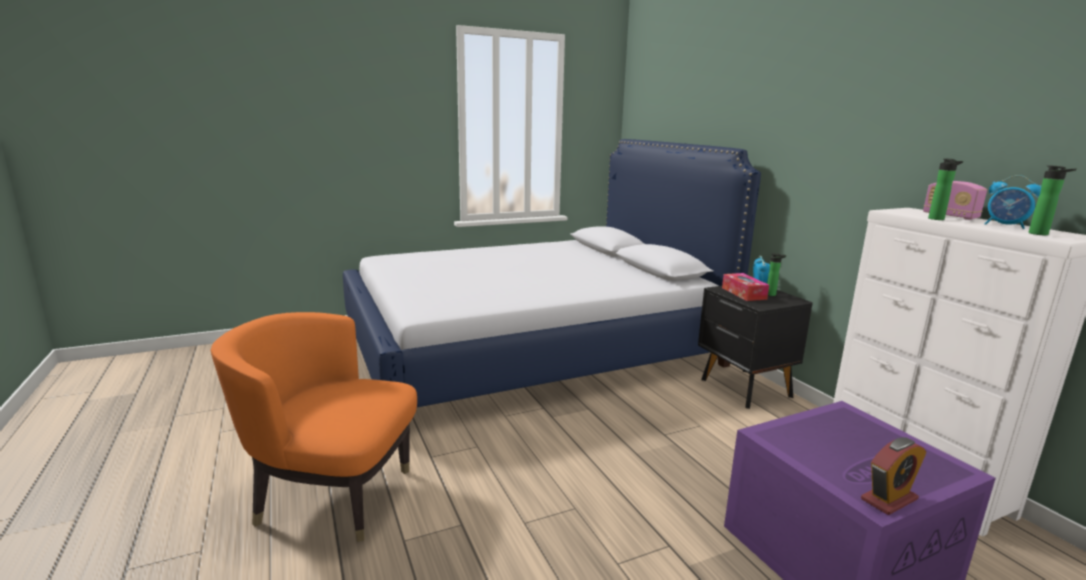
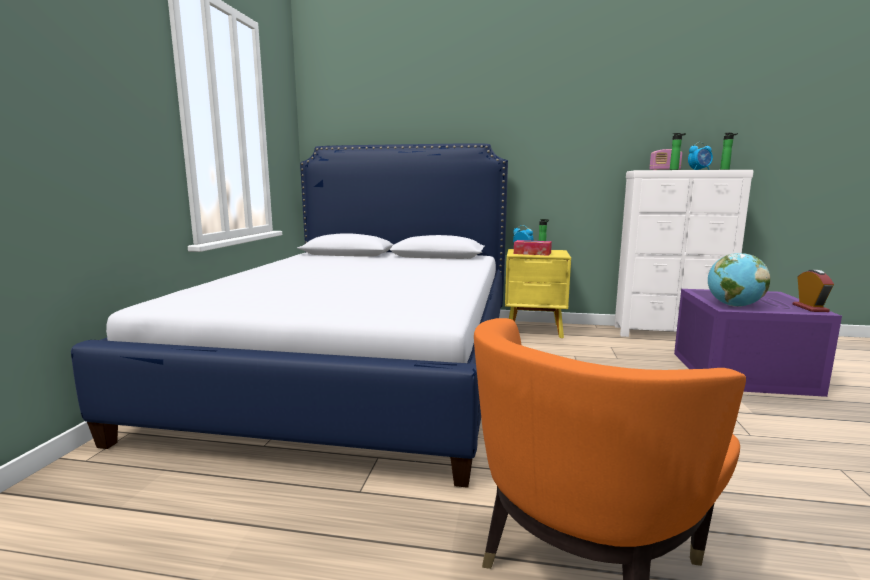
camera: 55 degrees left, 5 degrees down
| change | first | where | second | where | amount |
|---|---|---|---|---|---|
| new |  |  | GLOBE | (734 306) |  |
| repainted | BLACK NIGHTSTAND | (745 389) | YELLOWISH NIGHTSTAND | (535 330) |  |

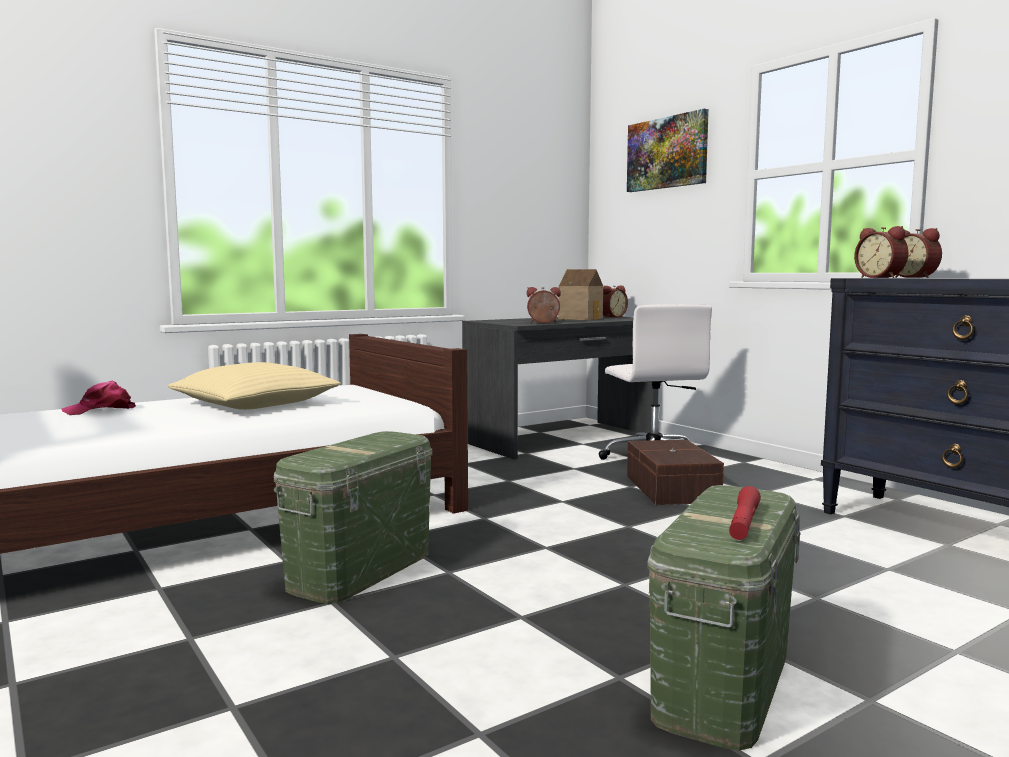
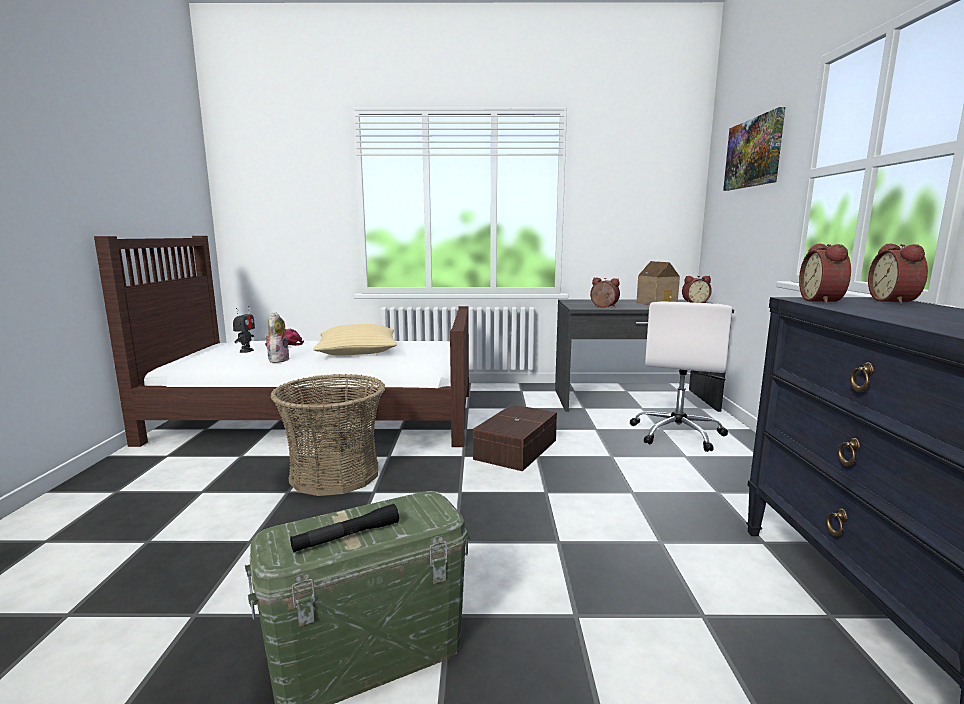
camera: 35 degrees right, 5 degrees up
| change | first | where | second | where | amount |
|---|---|---|---|---|---|
| new |  |  | MODEL ROBOT | (246 351) |  |
| new |  |  | SOFT TOY | (278 360) |  |
| shifted | BROWN-COLOURED STORAGE CONTAINER | (670 489) |  | (514 449) |  |
| swapped | GREENISH STORAGE CONTAINER | (361 570) | BASKET | (335 474) |  |
| repainted | RED FLASHLIGHT | (744 523) | BLACK FLASHLIGHT | (347 536) |  |

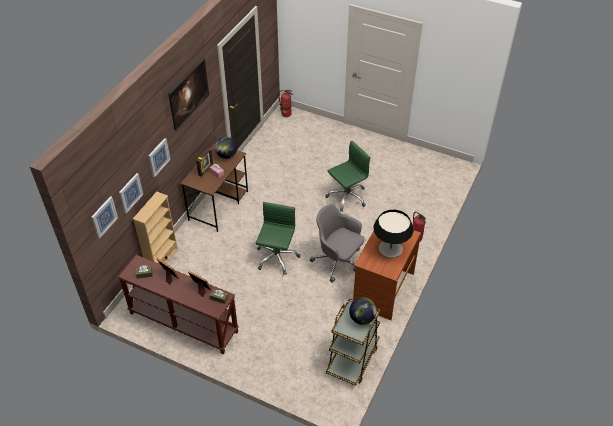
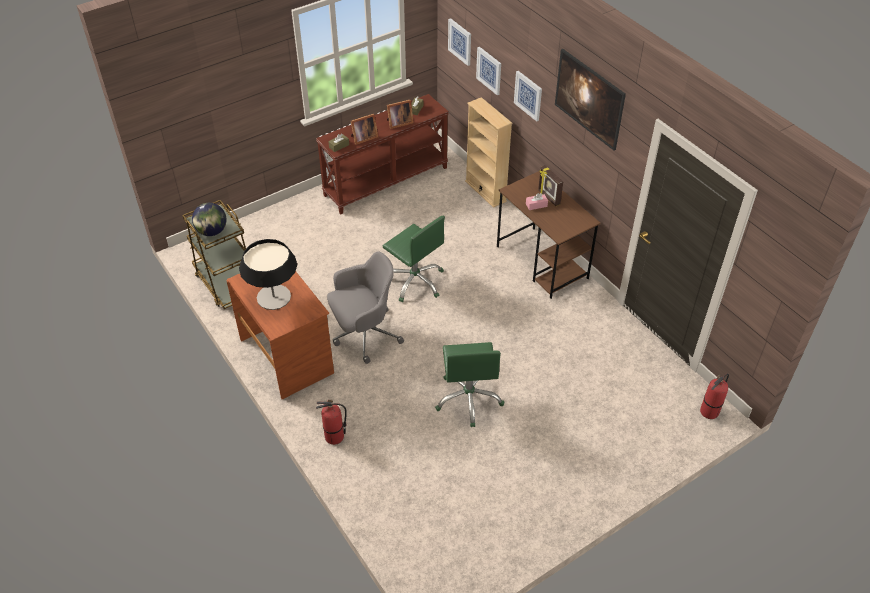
camera: 120 degrees right, 0 degrees up
| change | first | where | second | where | amount |
|---|---|---|---|---|---|
| gone | GLOBE | (226 155) |  |  |  |

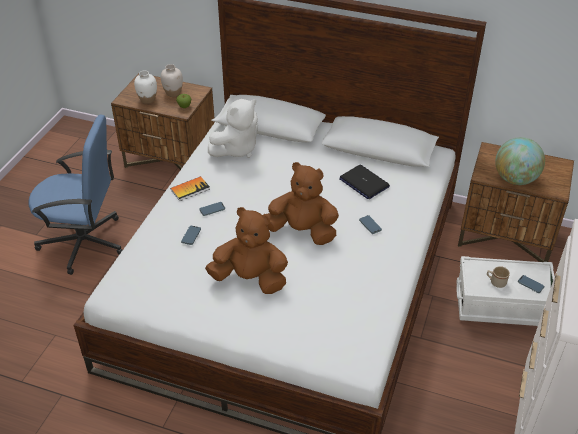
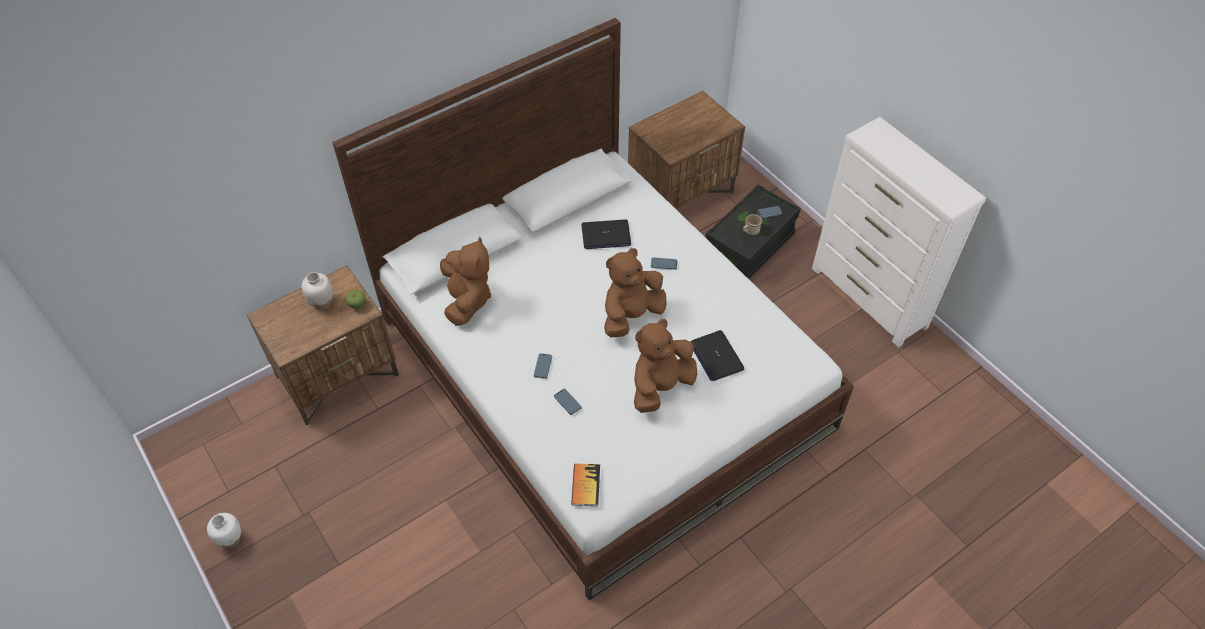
camera: 55 degrees left, 10 degrees up
| change | first | where | second | where | amount |
|---|---|---|---|---|---|
| gone | BLUE OFFICE CHAIR | (84 243) |  |  |  |
| gone | GLOBE | (515 179) |  |  |  |
| new |  |  | NOTEBOOK COMPUTER | (716 356) |  |
| shifted | WHITE VASE | (148 99) |  | (231 539) |  |
| shifted | VOLUME | (190 189) |  | (585 485) |  |
| repainted | WHITE SOFT TOY | (236 149) | BROWN-COLOURED SOFT TOY | (467 300) |  |
| repainted | WHITE STORAGE CONTAINER | (501 305) | BLACK STORAGE CONTAINER | (749 246) |  |

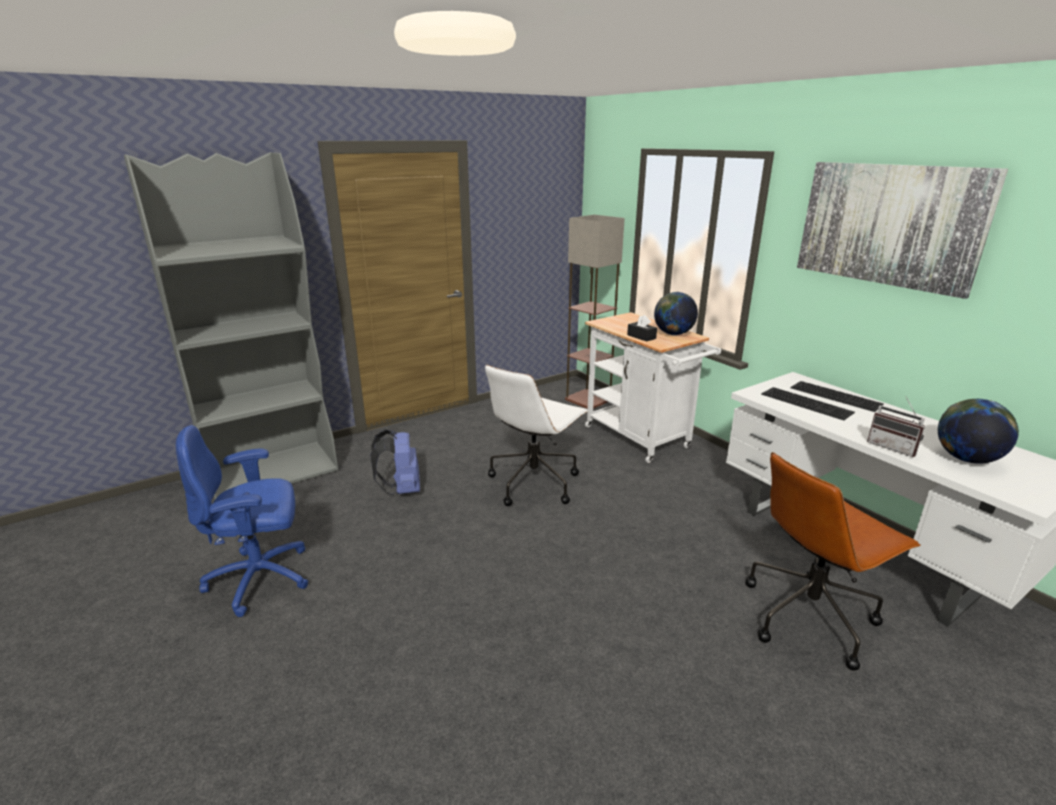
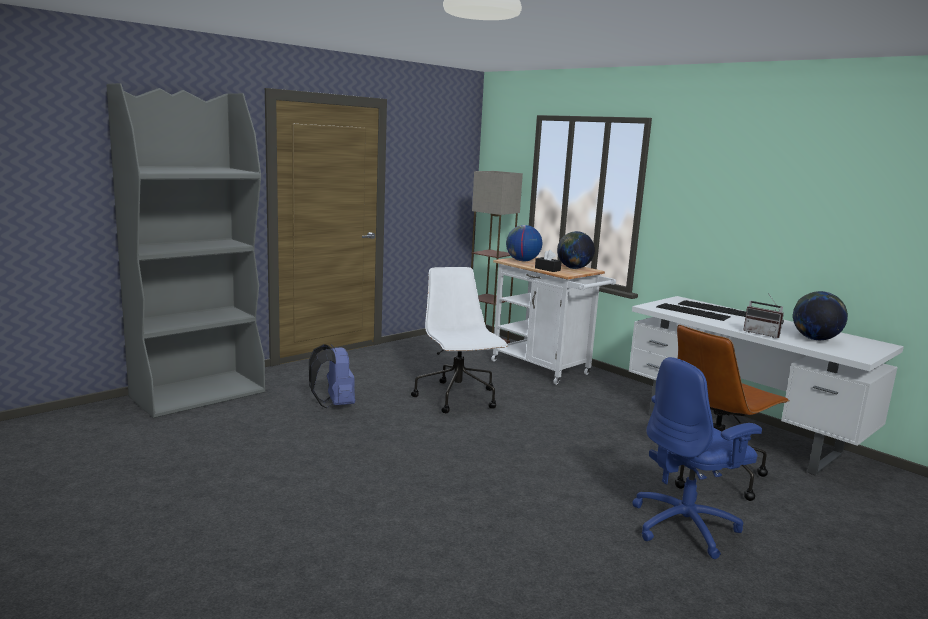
camera: 10 degrees left, 10 degrees down
| change | first | where | second | where | amount |
|---|---|---|---|---|---|
| gone | PICTURE | (889 225) |  |  |  |
| new |  |  | GLOBE | (522 261) |  |
| shifted | BLUE OFFICE CHAIR | (261 578) |  | (685 526) |  |
| rotated | WHITE OFFICE CHAIR | (534 482) |  | (457 398) | 135 degrees clockwise |

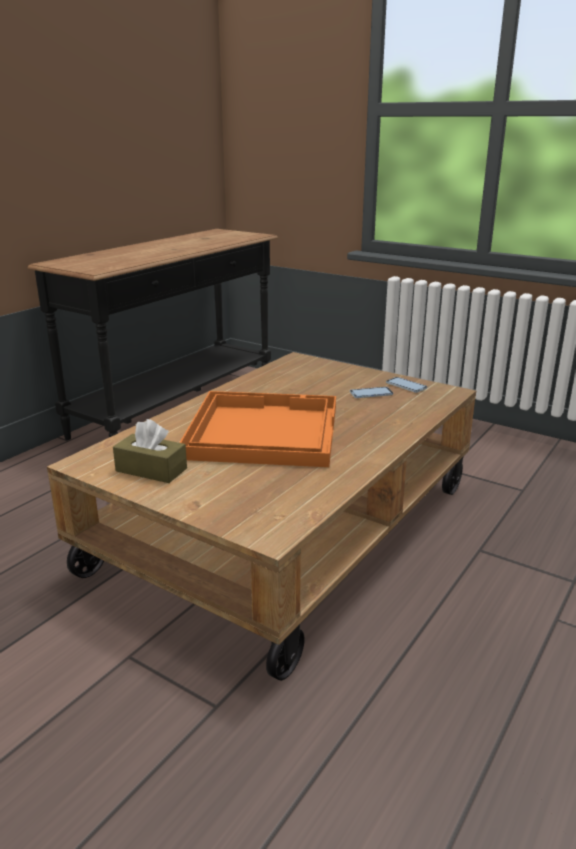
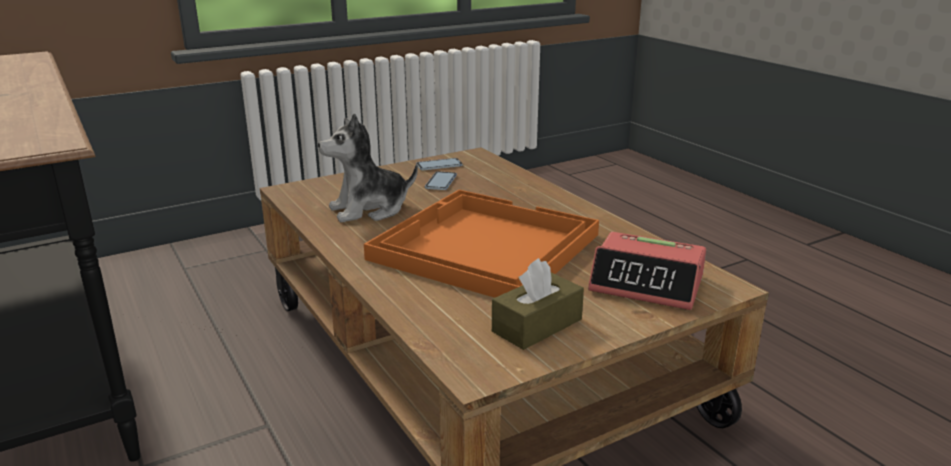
camera: 65 degrees left, 0 degrees up
| change | first | where | second | where | amount |
|---|---|---|---|---|---|
| new |  |  | SOFT TOY | (369 210) |  |
| new |  |  | BEDSIDE CLOCK | (647 284) |  |

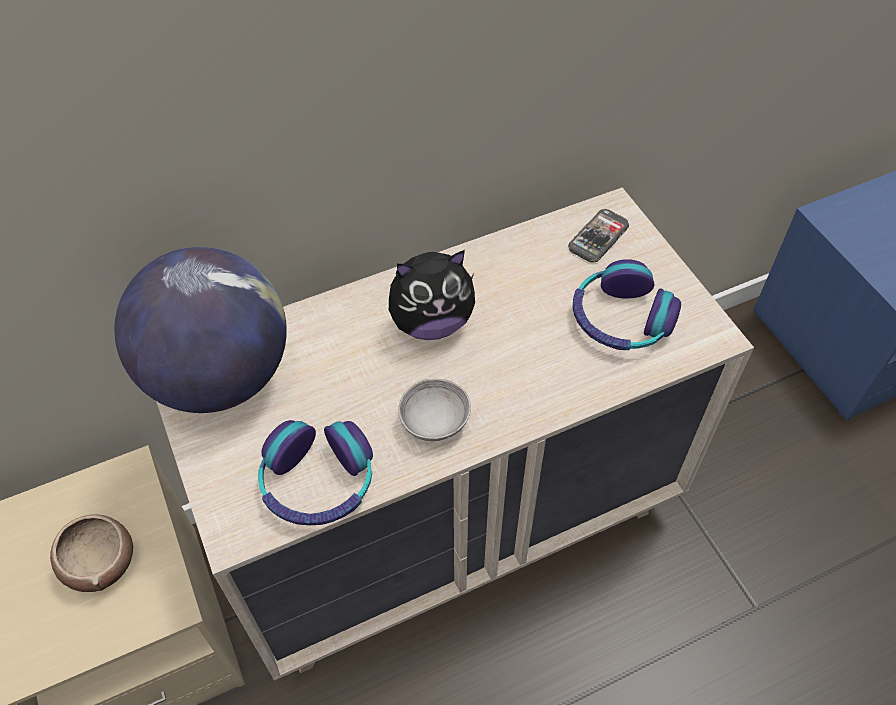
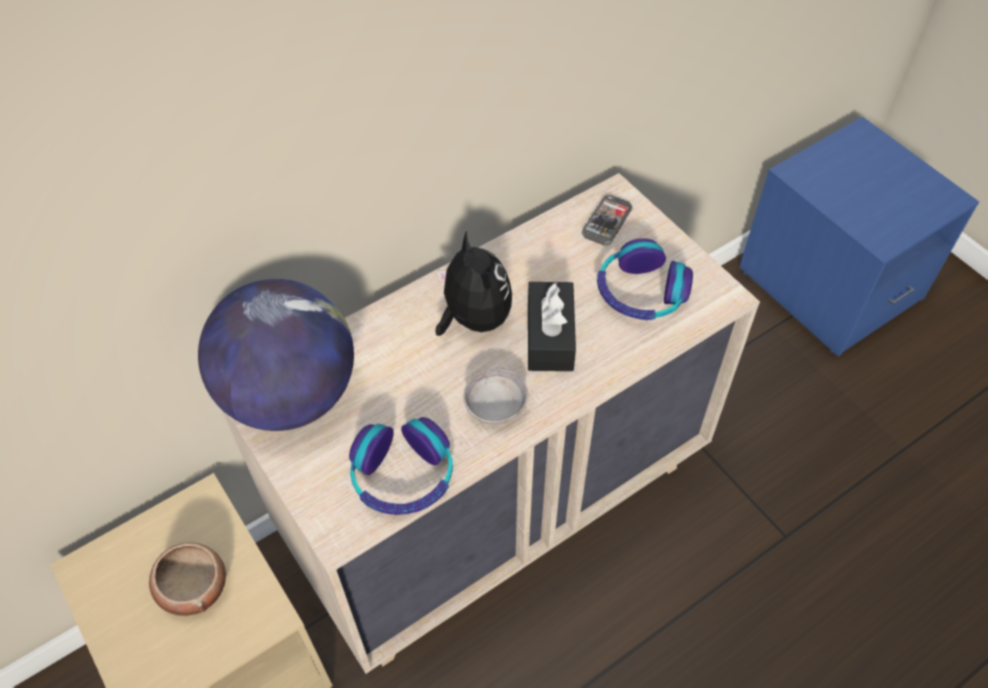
camera: 10 degrees left, 0 degrees up
| change | first | where | second | where | amount |
|---|---|---|---|---|---|
| new |  |  | BLACK BOX OF TISSUES | (550 337) |  |
| rotated | SOFT TOY | (431 322) |  | (473 319) | 90 degrees counterclockwise |

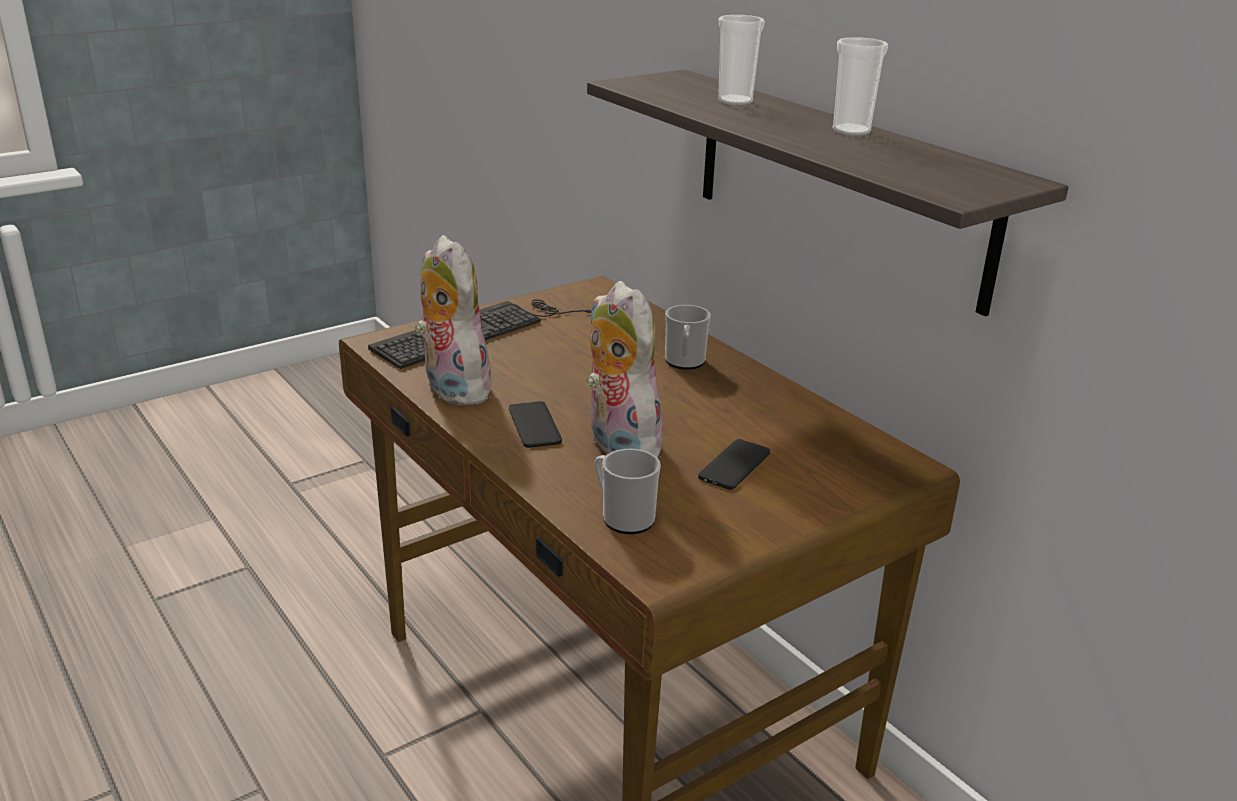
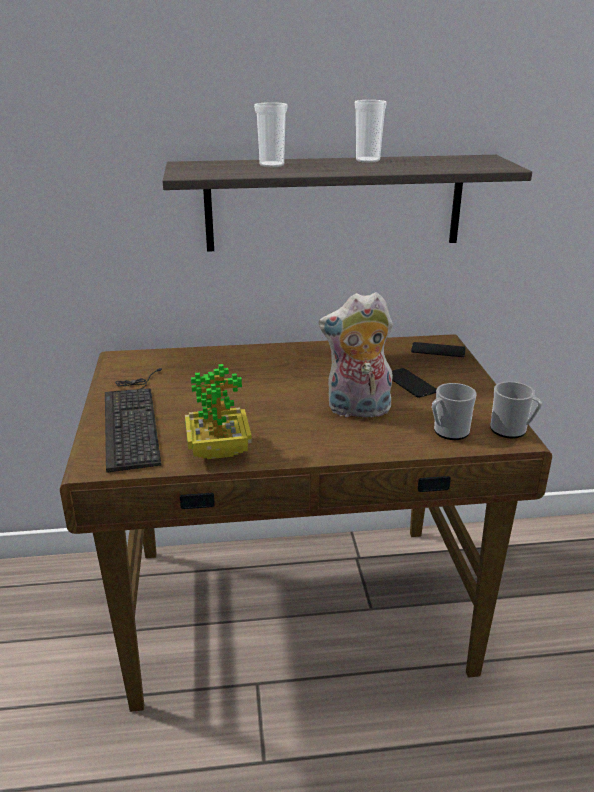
camera: 60 degrees left, 0 degrees up
| change | first | where | second | where | amount |
|---|---|---|---|---|---|
| shifted | PHONE | (534 425) |  | (438 350) |  |
| shifted | MUG | (684 363) |  | (512 430) |  |
| swapped | SOFT TOY | (451 388) | HOUSEPLANT | (218 450) |  |

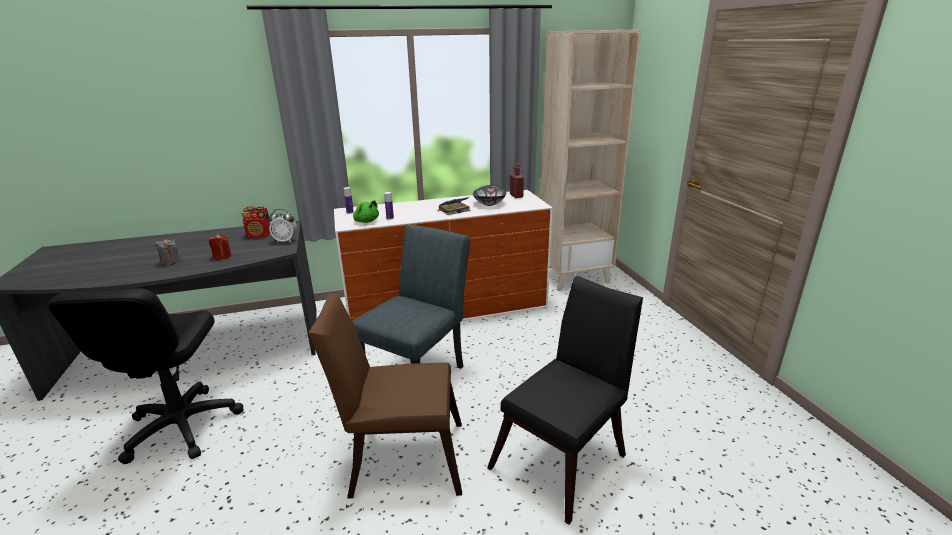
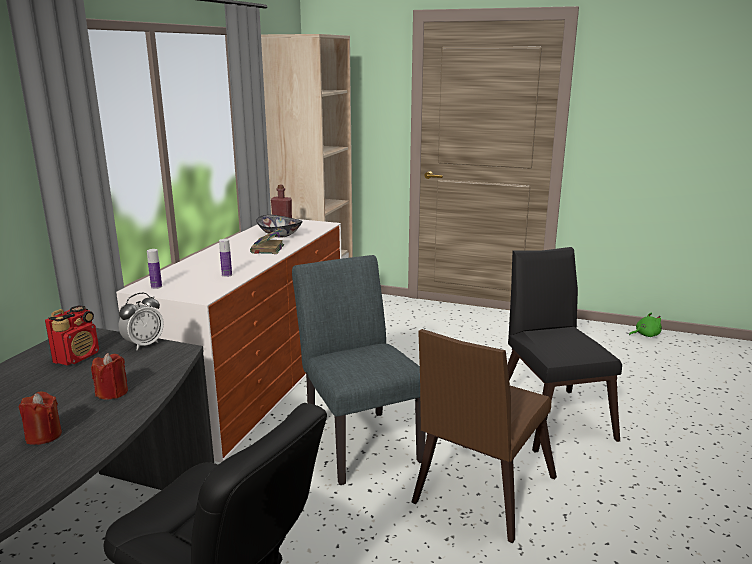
camera: 55 degrees left, 5 degrees down
| change | first | where | second | where | amount |
|---|---|---|---|---|---|
| shifted | GREENISH SOFT TOY | (366 221) |  | (645 335) |  |
| repainted | GREY WAX CANDLE | (171 261) | RED WAX CANDLE | (43 436) |  |

